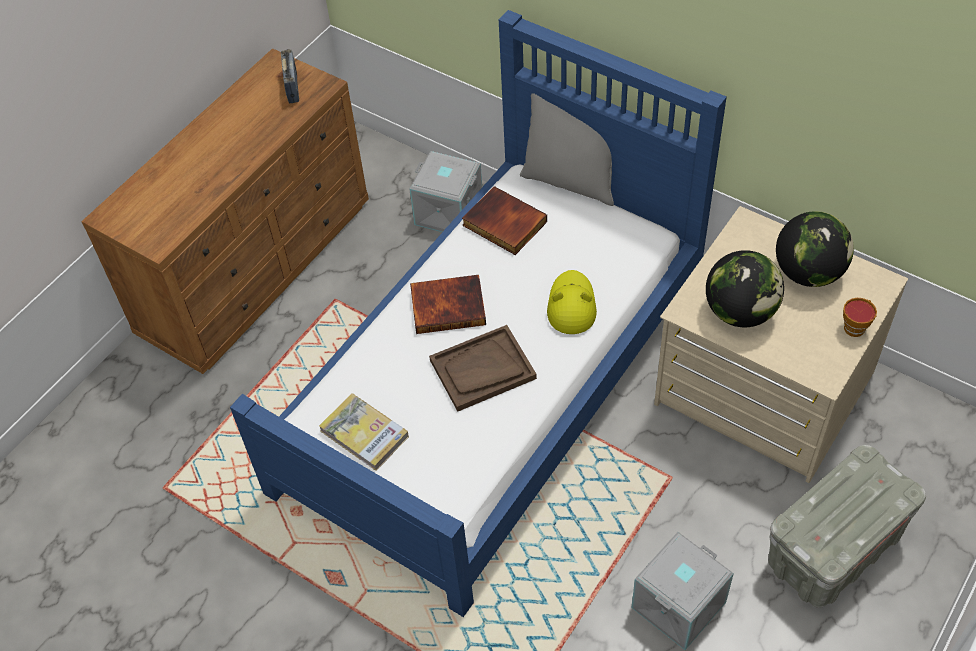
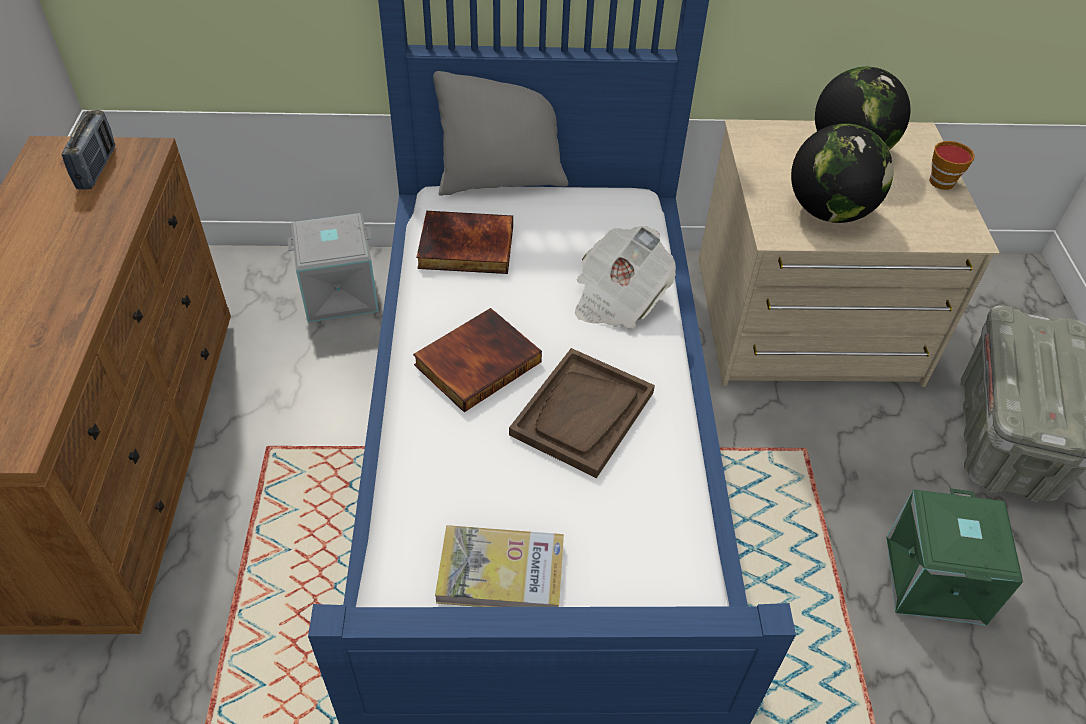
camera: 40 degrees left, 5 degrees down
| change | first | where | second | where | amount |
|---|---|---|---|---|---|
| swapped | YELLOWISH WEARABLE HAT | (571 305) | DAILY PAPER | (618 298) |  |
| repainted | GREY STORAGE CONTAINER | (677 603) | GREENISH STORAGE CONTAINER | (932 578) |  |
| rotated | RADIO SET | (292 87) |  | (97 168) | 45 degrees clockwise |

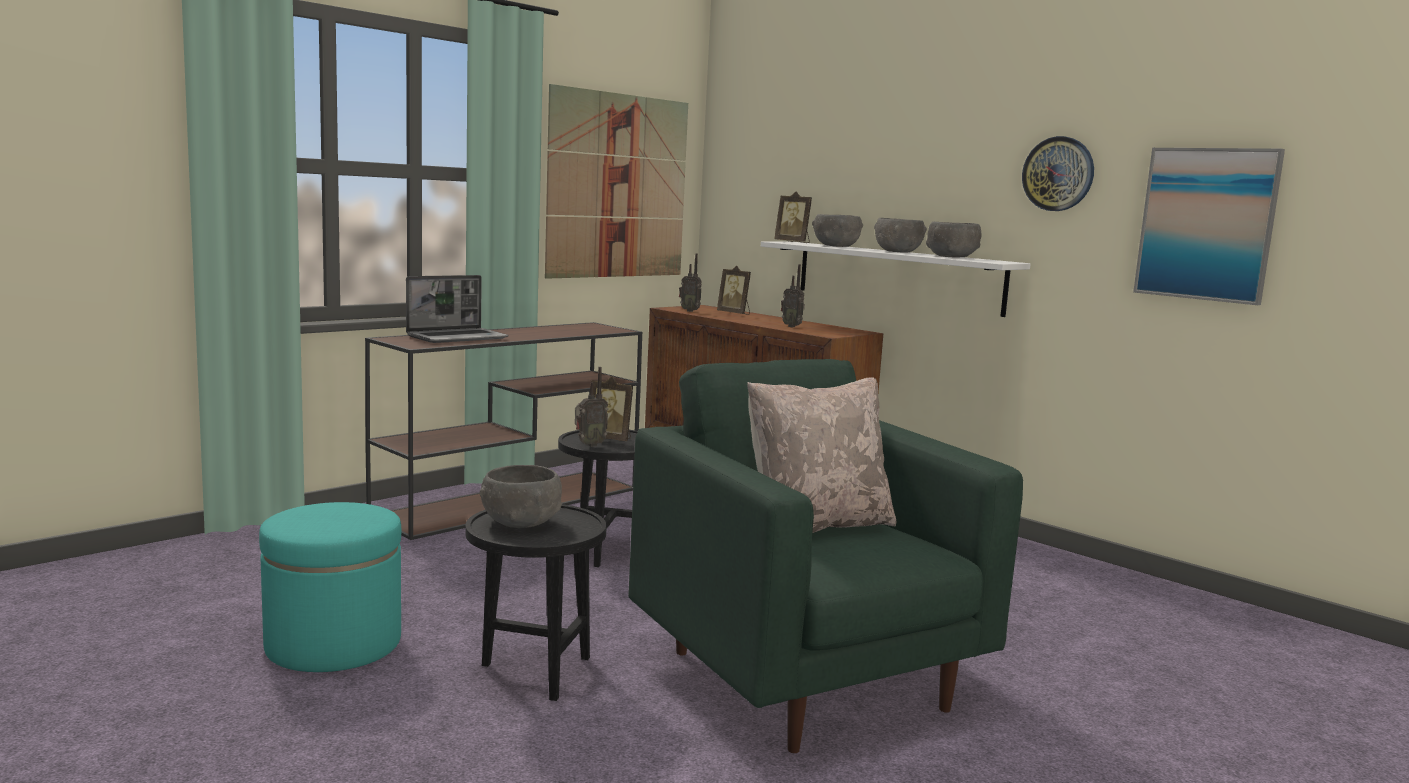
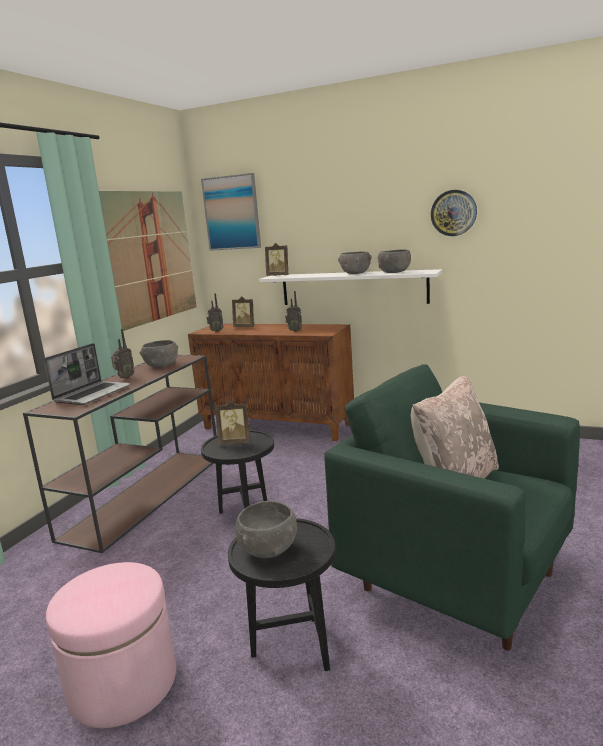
camera: 20 degrees left, 5 degrees up
| change | first | where | second | where | amount |
|---|---|---|---|---|---|
| shifted | RADIO SET | (589 445) |  | (124 378) |  |
| shifted | GREY BOWL | (836 246) |  | (161 366) |  |
| shifted | PICTURE | (1207 224) |  | (232 213) |  |
| repainted | BLUE-GREEN FOOTREST | (333 644) | PINKISH FOOTREST | (123 683) |  |

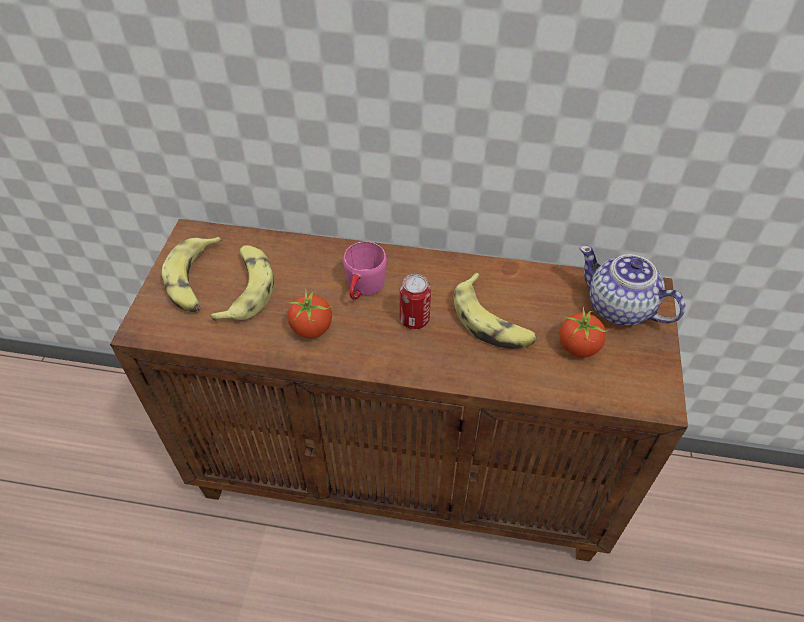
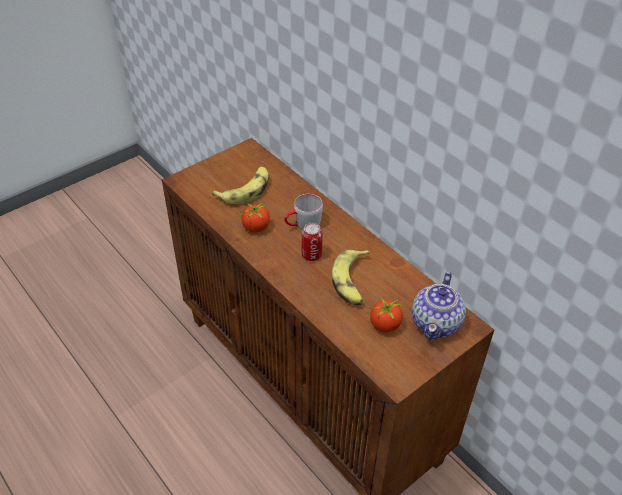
camera: 40 degrees right, 5 degrees down
| change | first | where | second | where | amount |
|---|---|---|---|---|---|
| gone | BANANA FRUIT | (195 281) |  |  |  |
| repainted | PINKISH MUG | (363 289) | GREY MUG | (302 224) |  |
| rotated | POT FOR TEA | (620 308) |  | (436 323) | 150 degrees counterclockwise |

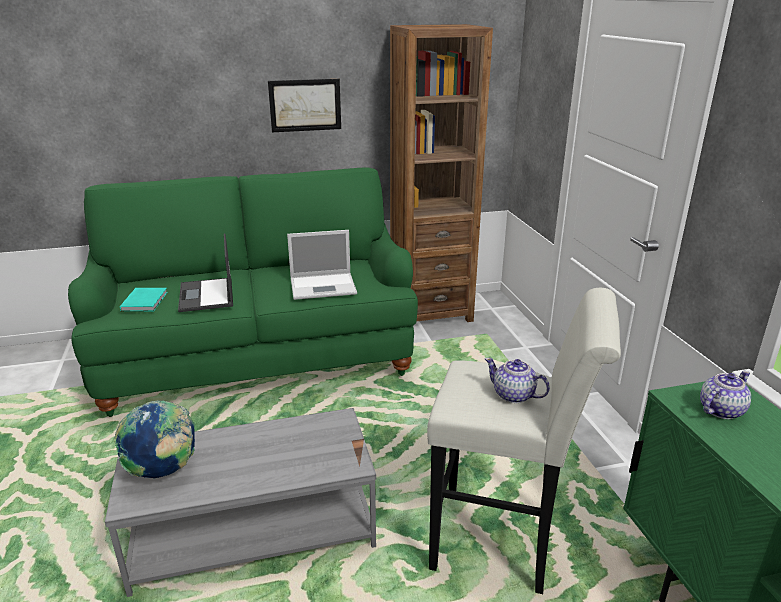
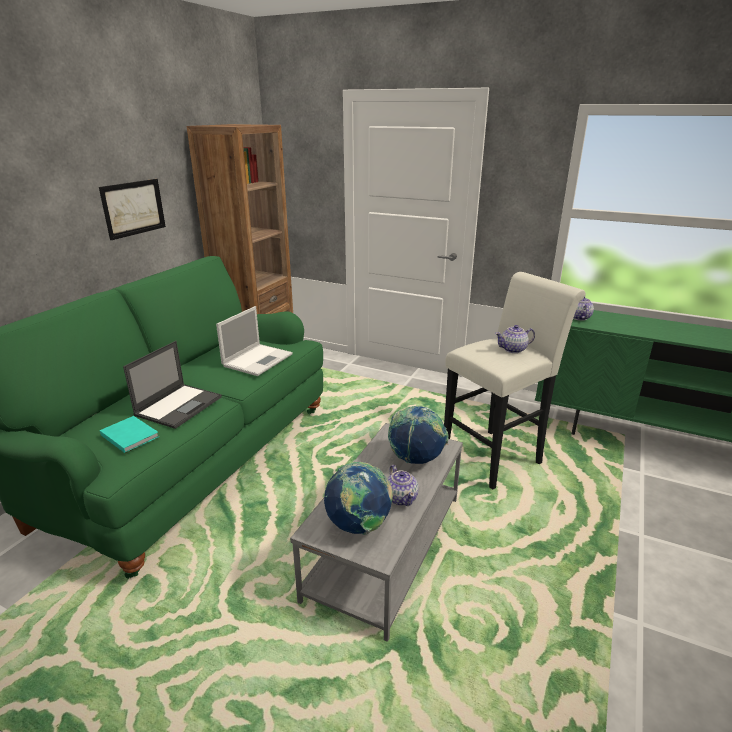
camera: 50 degrees left, 0 degrees up
| change | first | where | second | where | amount |
|---|---|---|---|---|---|
| new |  |  | POT FOR TEA | (401 498) |  |
| new |  |  | GLOBE | (416 459) |  |
| rotated | NOTEBOOK COMPUTER | (206 295) |  | (179 405) | 90 degrees counterclockwise |

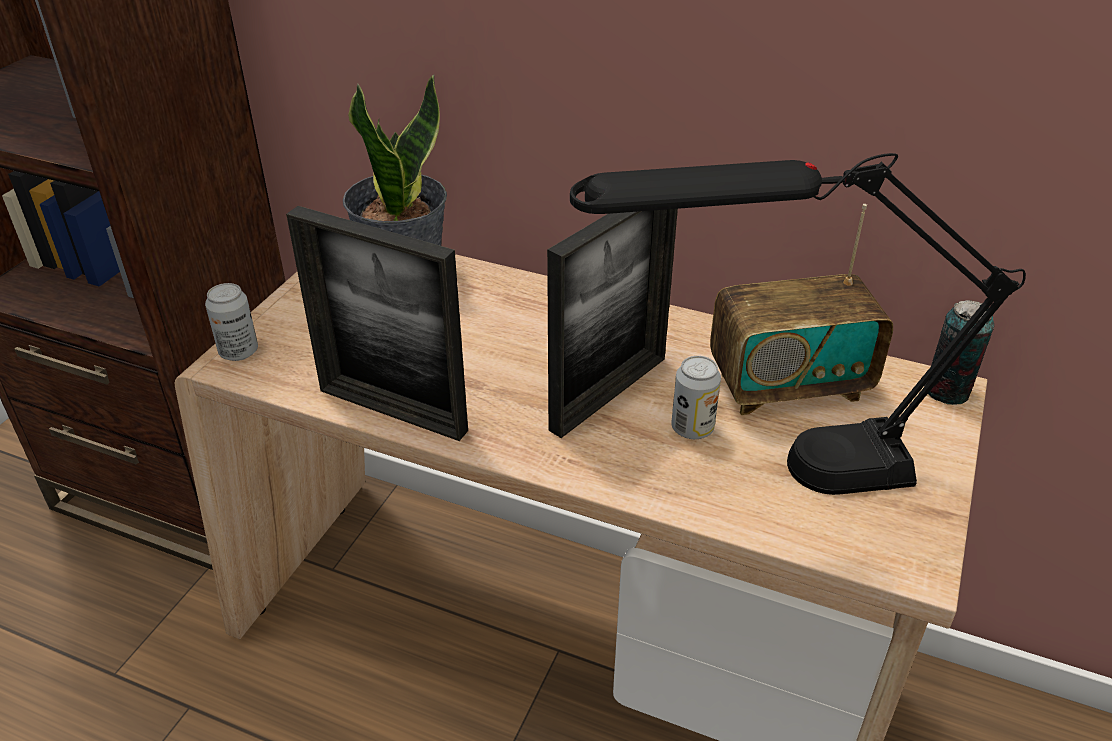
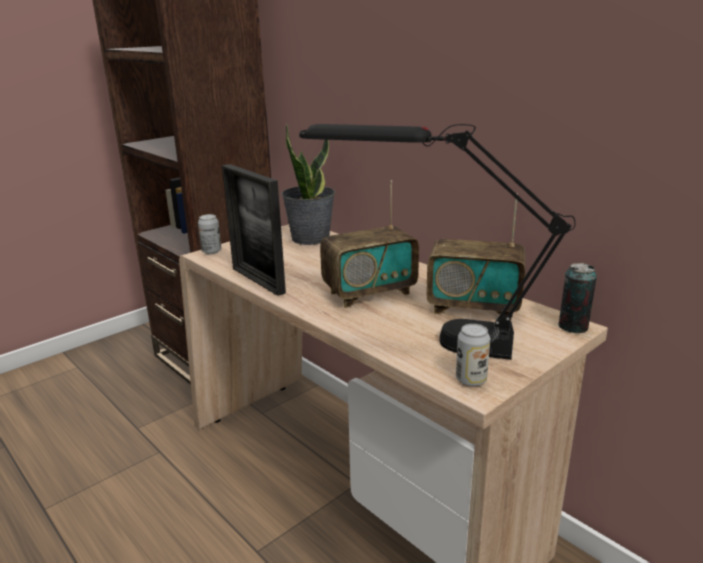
camera: 25 degrees right, 15 degrees down
| change | first | where | second | where | amount |
|---|---|---|---|---|---|
| shifted | METAL CAN | (692 428) |  | (471 380) |  |
| swapped | STANDING FRAME | (609 393) | RADIO SET | (369 293) |  |

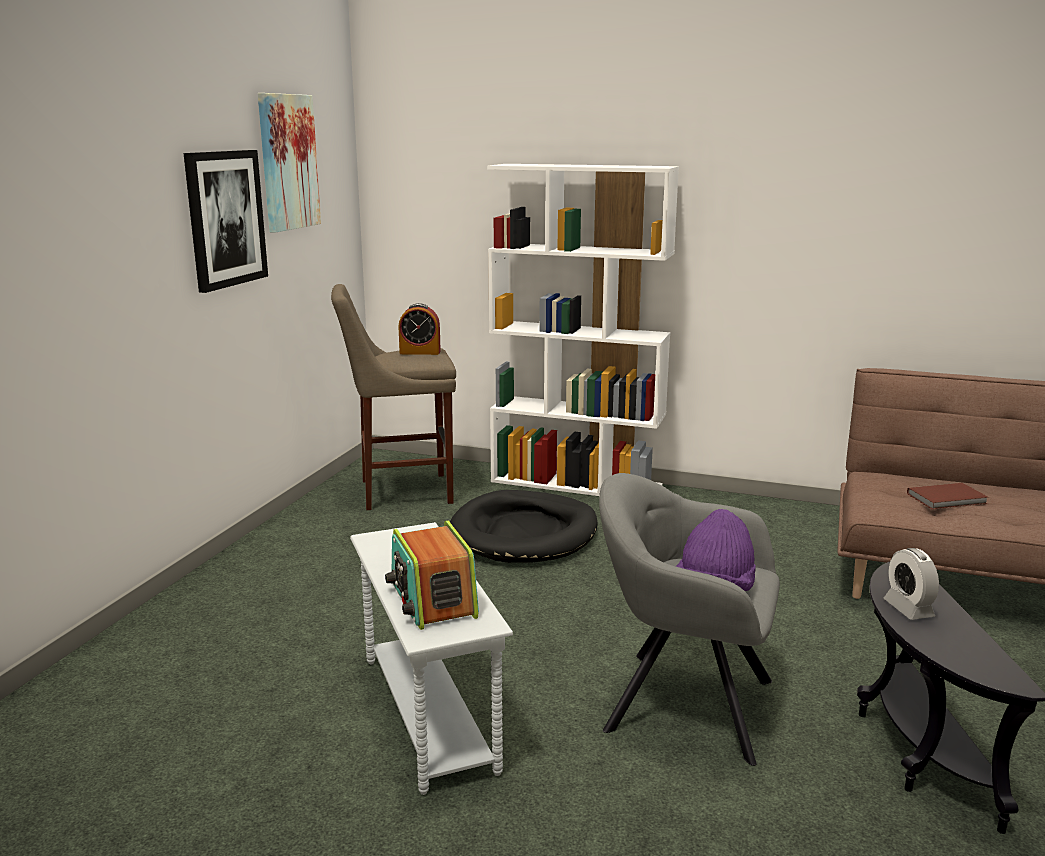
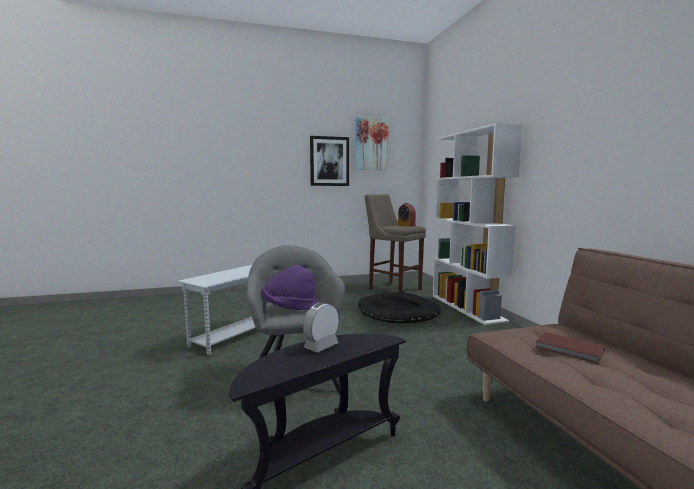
camera: 55 degrees right, 10 degrees down
| change | first | where | second | where | amount |
|---|---|---|---|---|---|
| gone | RADIO SET | (432 600) |  |  |  |

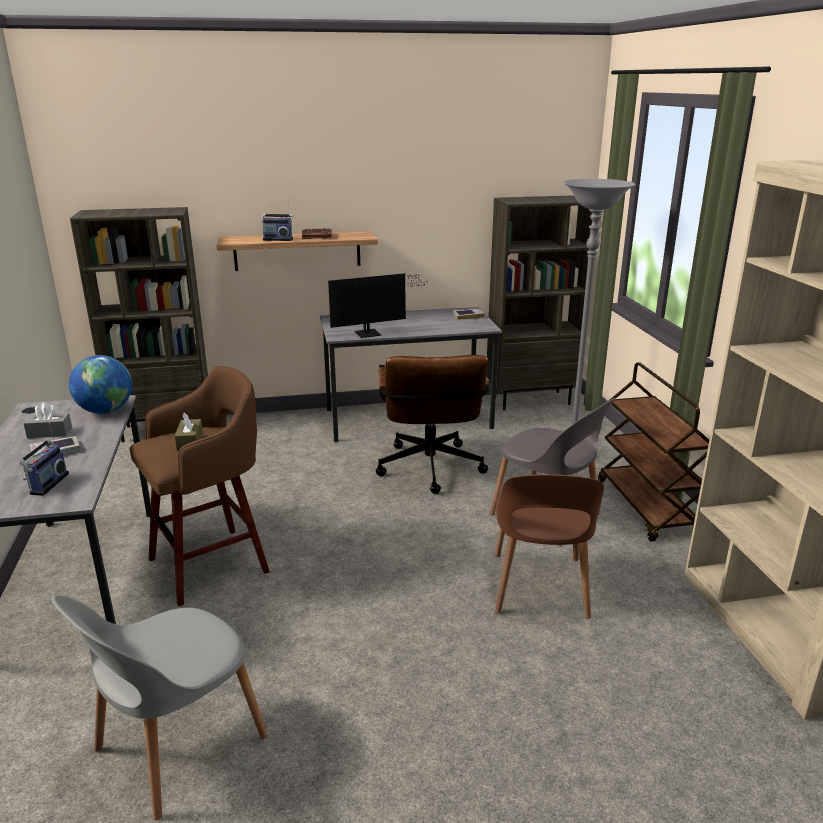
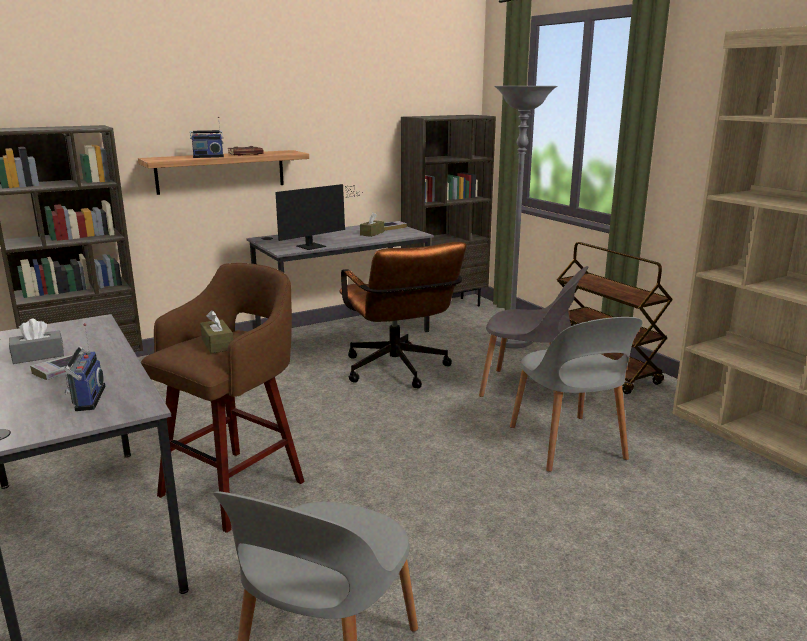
camera: 20 degrees left, 5 degrees down
| change | first | where | second | where | amount |
|---|---|---|---|---|---|
| gone | GLOBE | (105 411) |  |  |  |
| new |  |  | BROWN-COLOURED BOX OF TISSUES | (372 233) |  |
| repainted | BROWN-COLOURED CHAIR | (539 587) | GREY CHAIR | (567 444) |  |

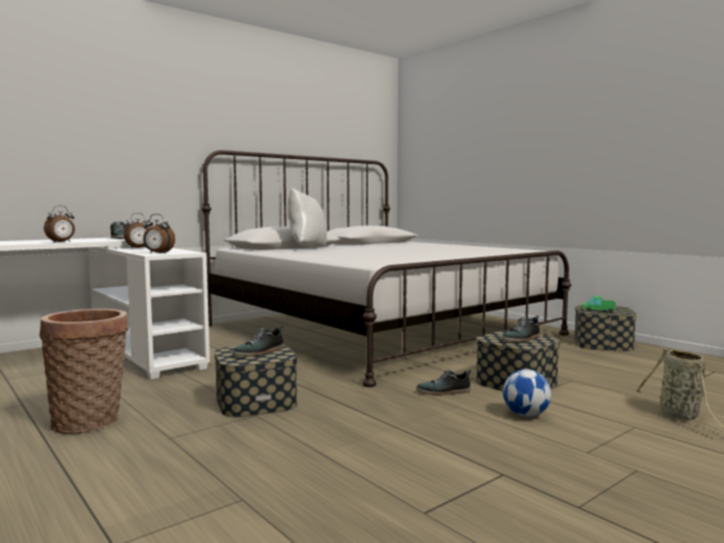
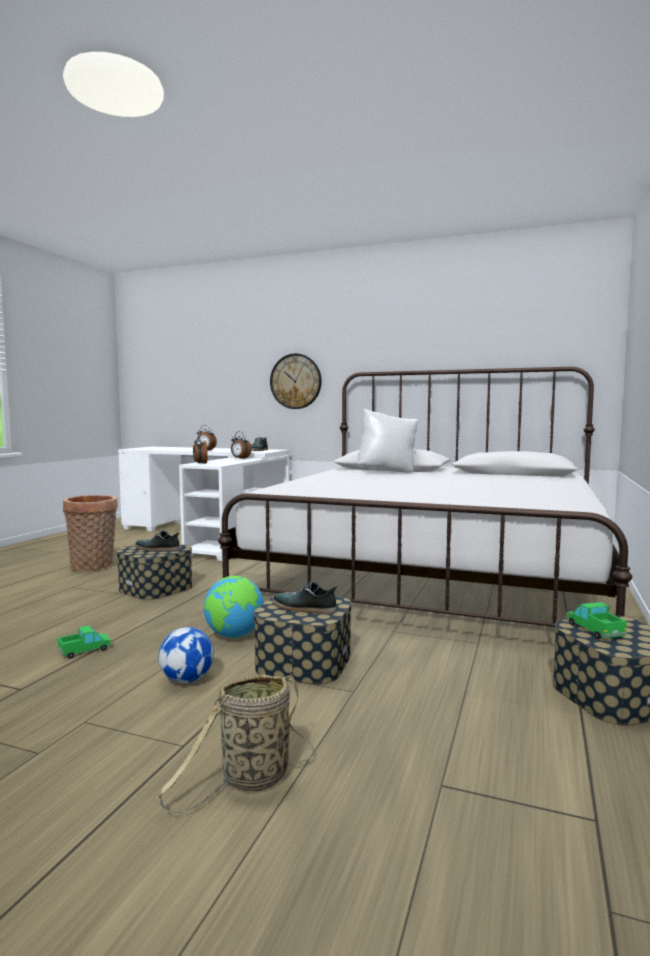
camera: 60 degrees right, 0 degrees up
| change | first | where | second | where | amount |
|---|---|---|---|---|---|
| new |  |  | MODEL TRUCK | (85 650) |  |
| new |  |  | CLOCK ON THE WALL | (296 381) |  |
| swapped | SHOE | (444 392) | GLOBE | (234 636) |  |

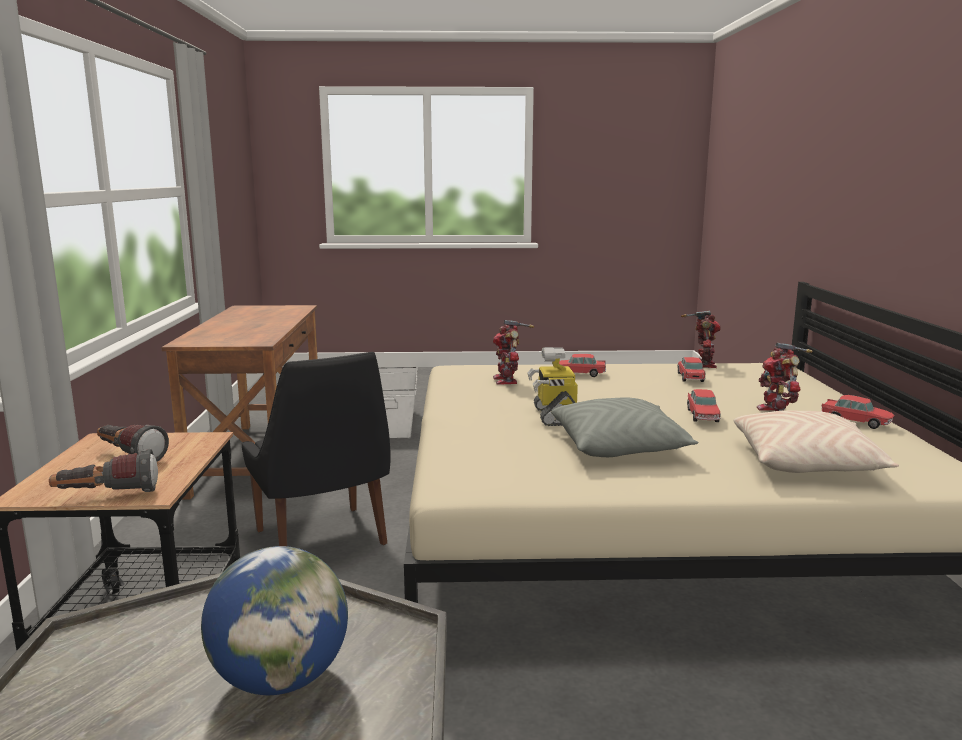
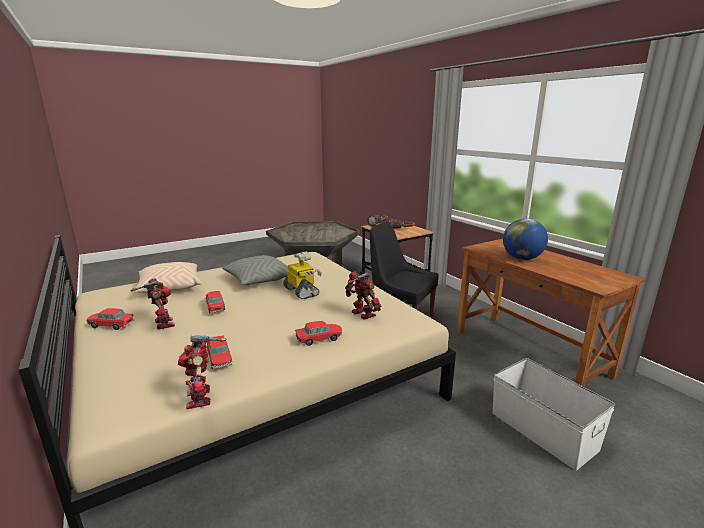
camera: 150 degrees right, 5 degrees up
| change | first | where | second | where | amount |
|---|---|---|---|---|---|
| shifted | GLOBE | (280 679) |  | (522 258) |  |

